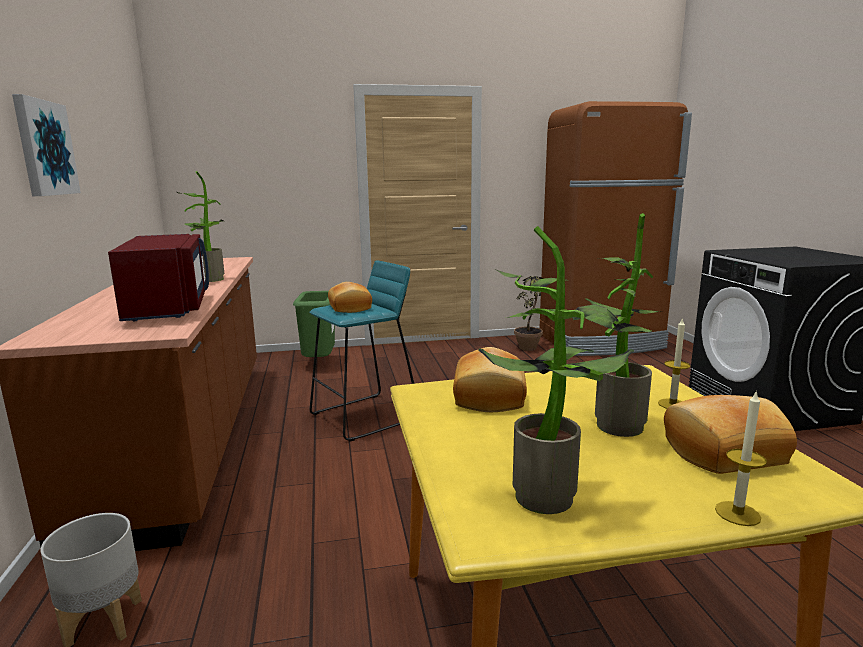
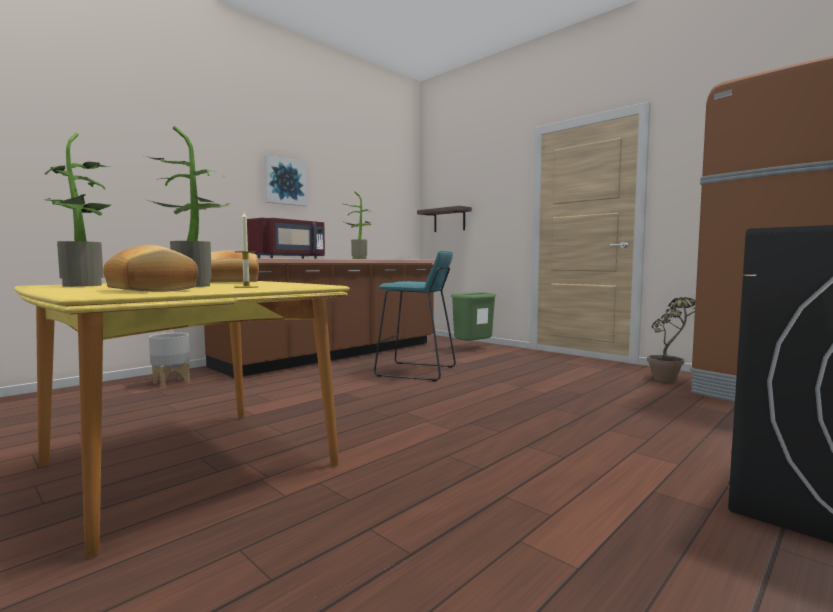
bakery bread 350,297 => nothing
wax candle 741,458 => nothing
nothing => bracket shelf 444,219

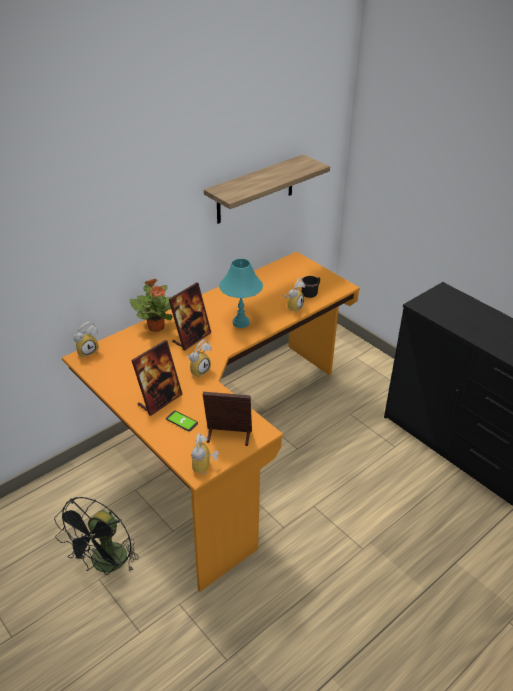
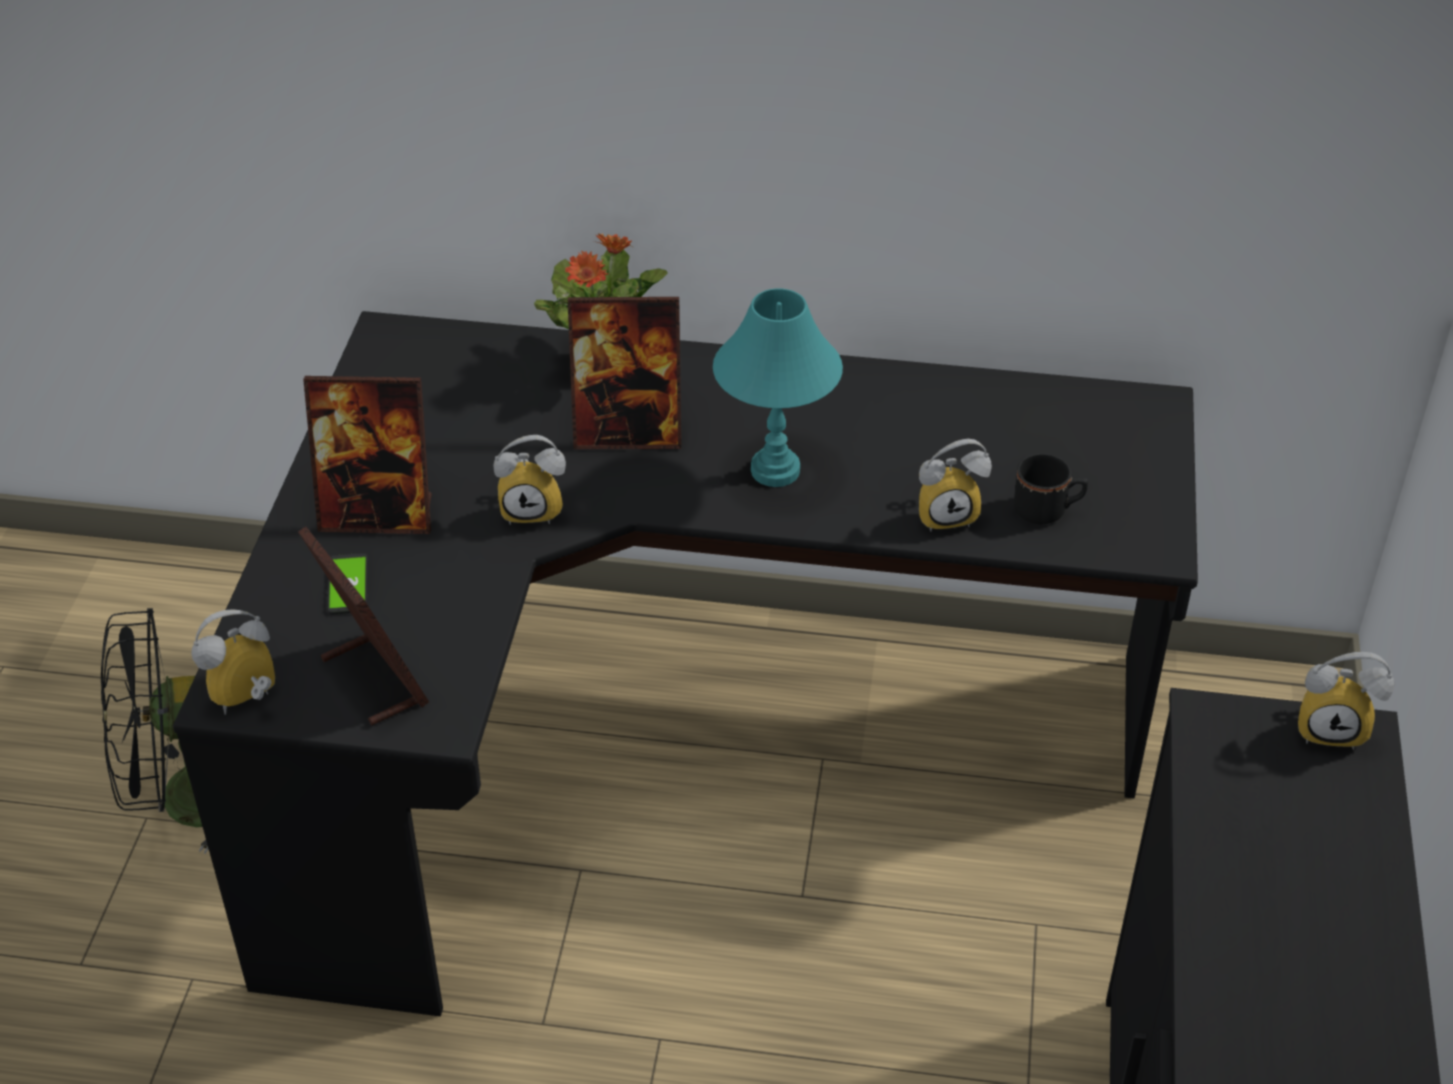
orangey desk unit 211,422 => black-coloured desk unit 685,664
bedside clock 86,340 => bedside clock 1346,701, moved
bracket shelf 267,189 => nothing

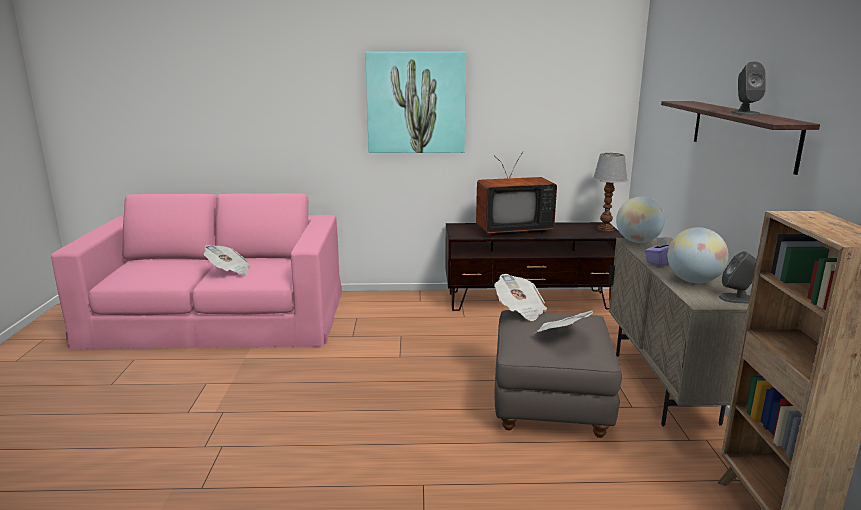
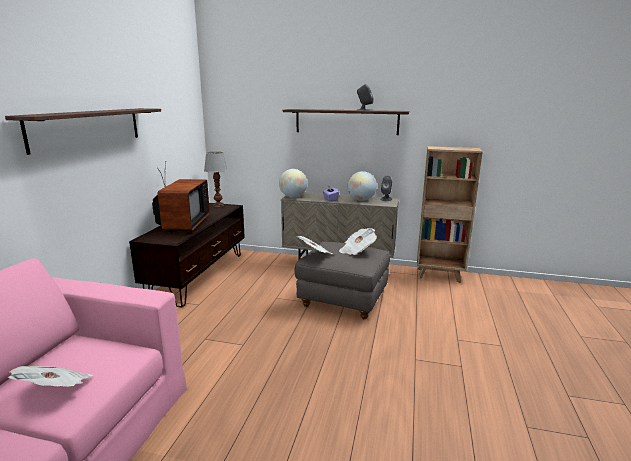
wall picture 415,102 => bracket shelf 83,131

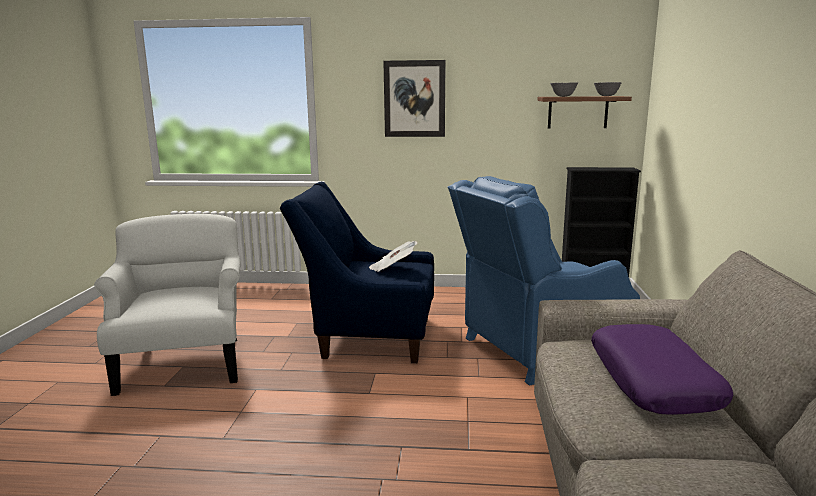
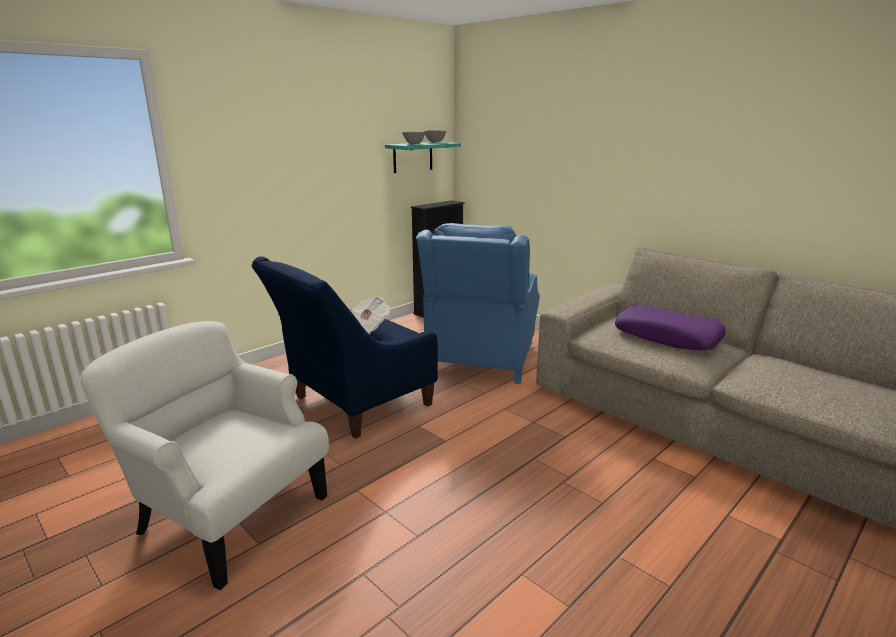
wall picture 414,98 => nothing
brown bracket shelf 584,112 => turquoise bracket shelf 423,157

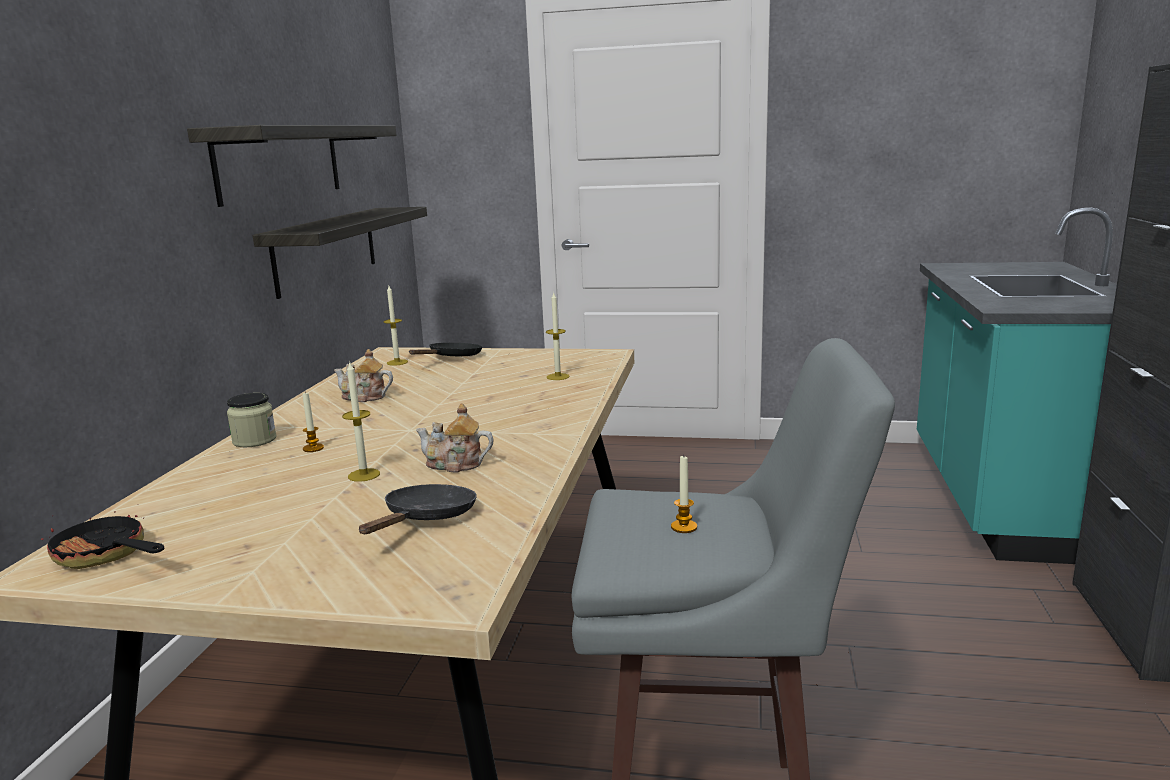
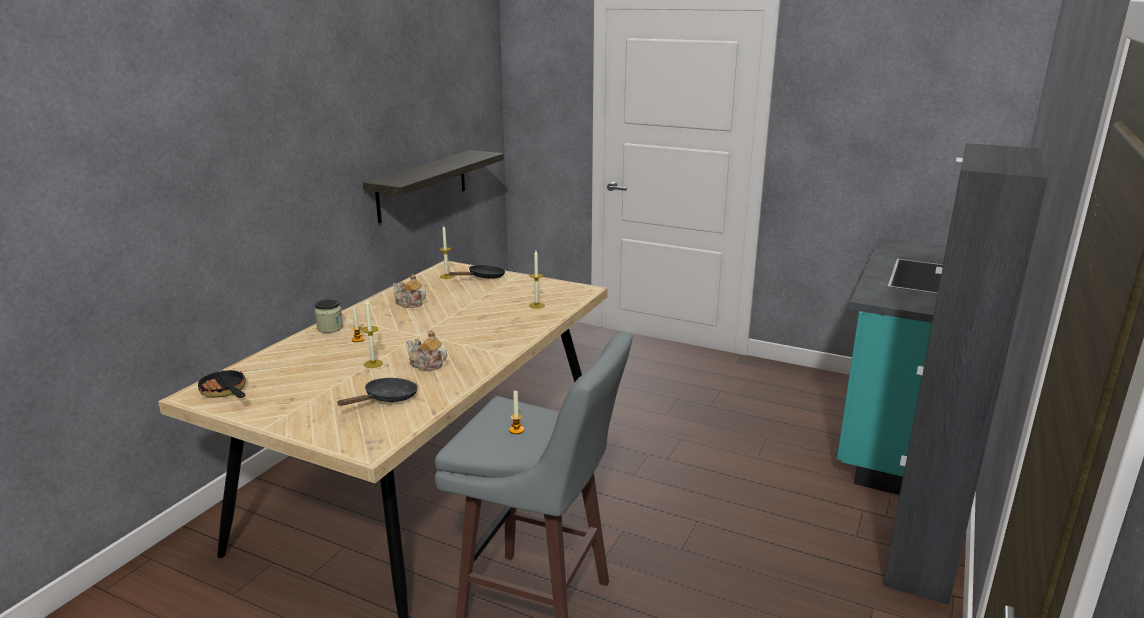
bracket shelf 292,166 => nothing

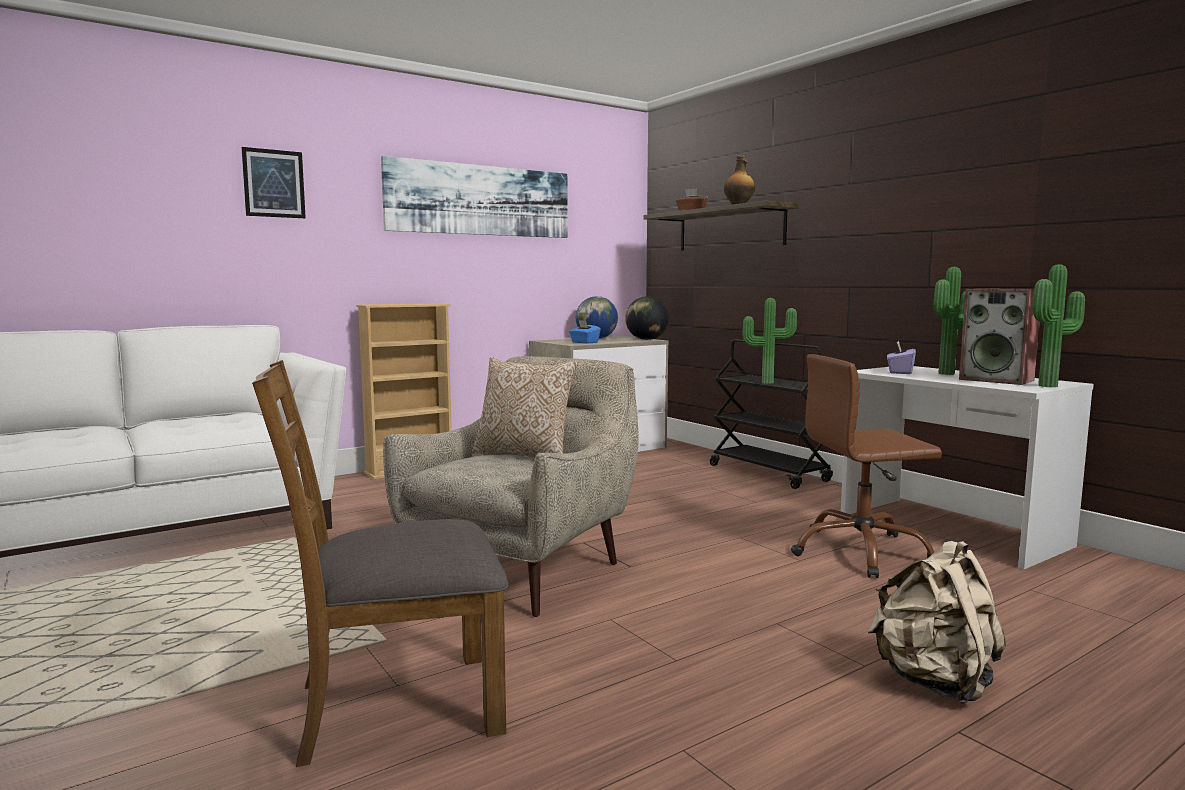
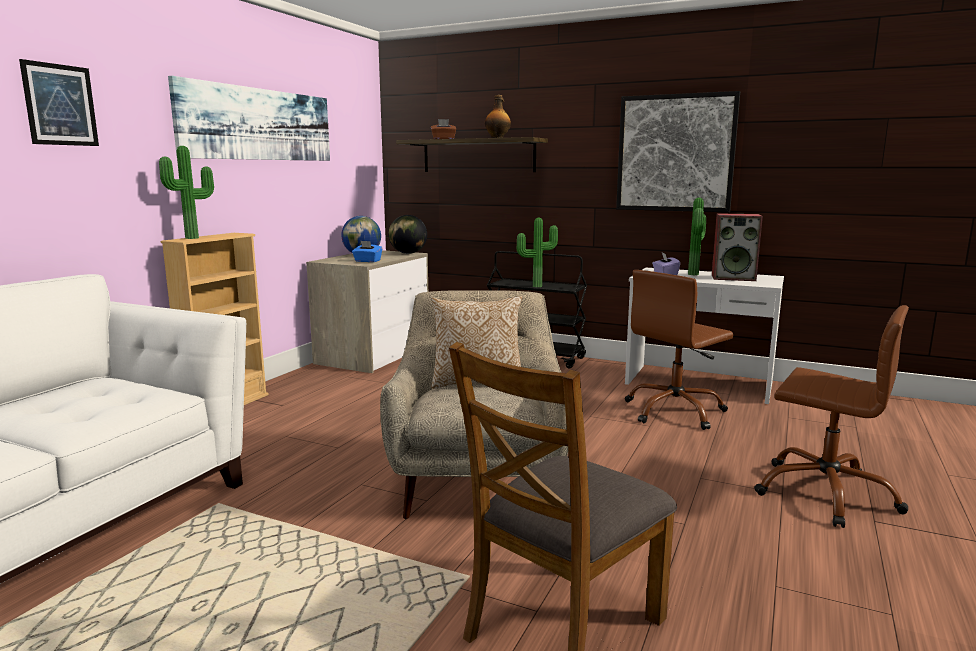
beige-coloured knapsack 937,622 => brown computer chair 831,416
plant in a pot 1058,325 => plant in a pot 186,192, moved
nothing => wall picture 678,151

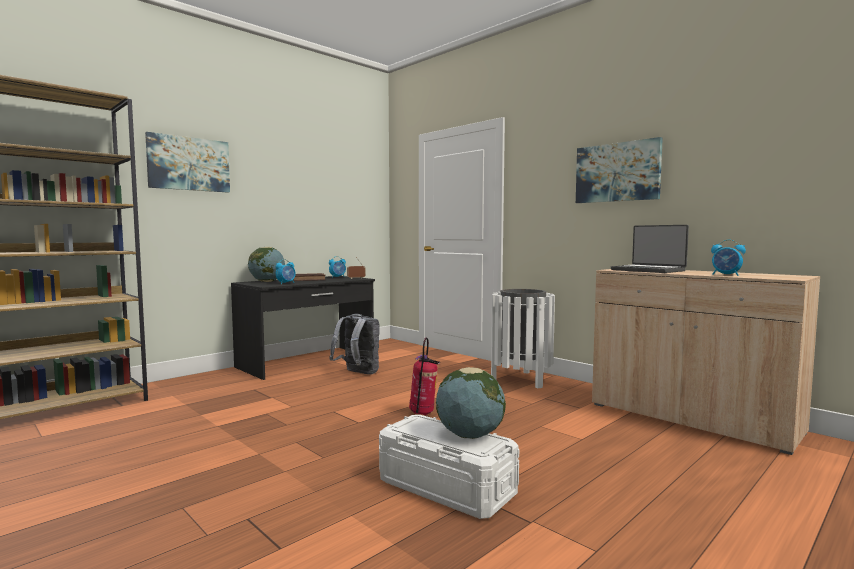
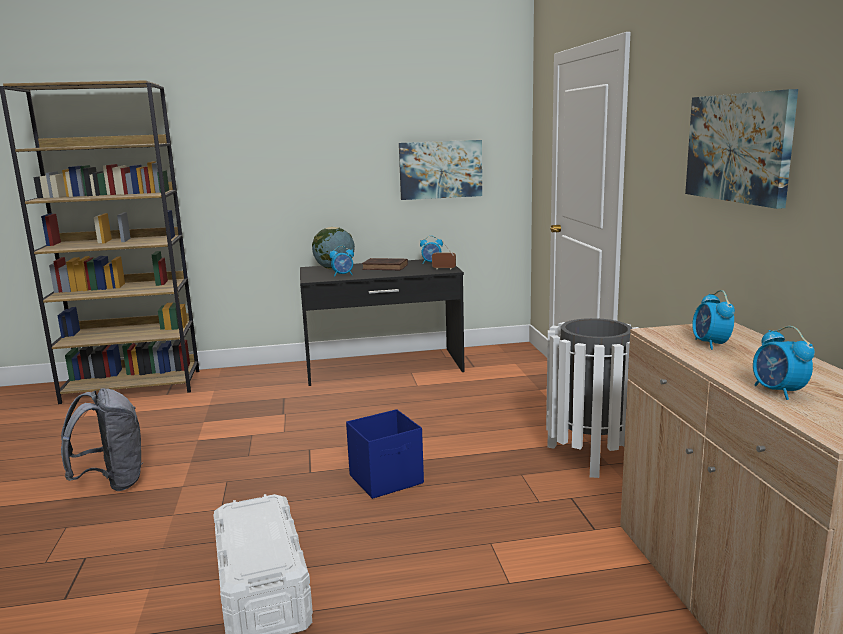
wall picture 187,162 => wall picture 440,170, moved
grey knapsack 354,344 => grey knapsack 102,439, moved
fire extinguisher 424,376 => blue storage box 385,454
world globe 471,403 => nothing
portable computer 650,249 => bedside clock 713,320

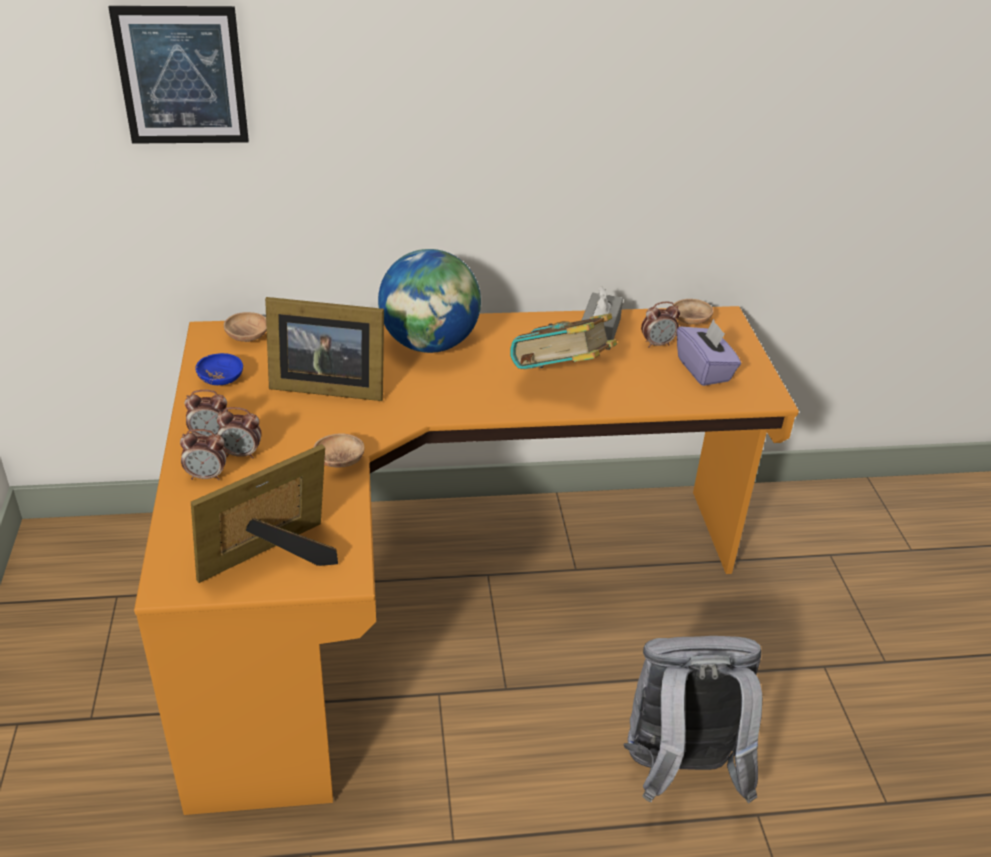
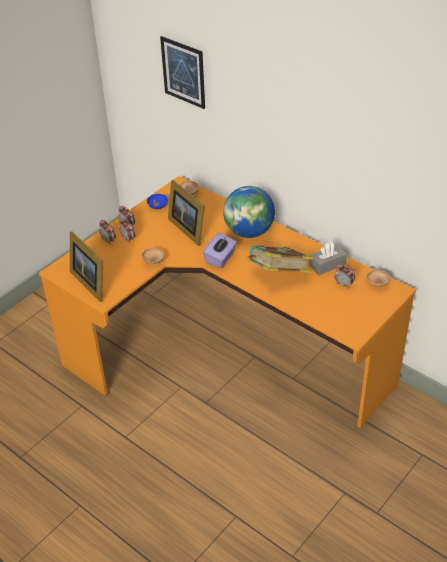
standing frame 264,513 => standing frame 86,266, 135 degrees counterclockwise
grey knapsack 692,720 => nothing
purple box of tissues 709,352 => purple box of tissues 220,250, moved

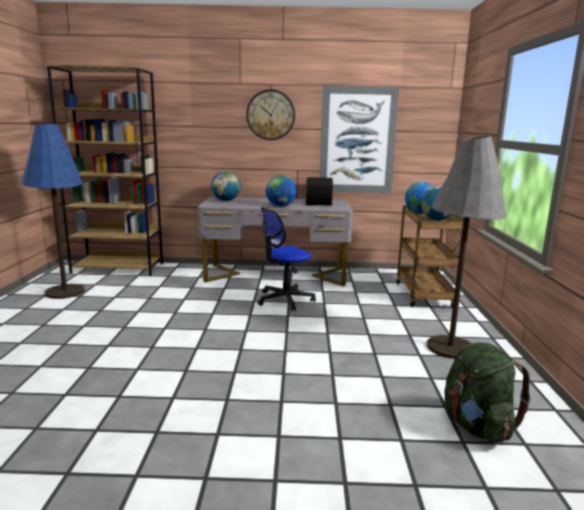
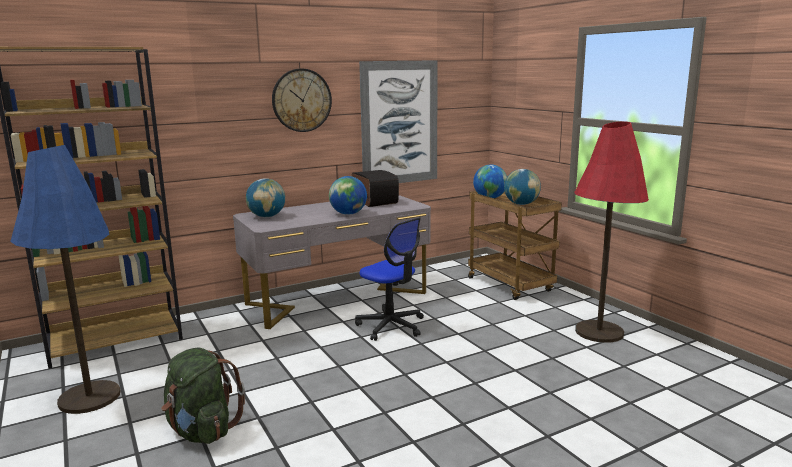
computer chair 286,259 => computer chair 389,279, 75 degrees counterclockwise
grey standard lamp 466,247 => red standard lamp 611,232
green-coloured knapsack 488,392 => green-coloured knapsack 203,396, moved

